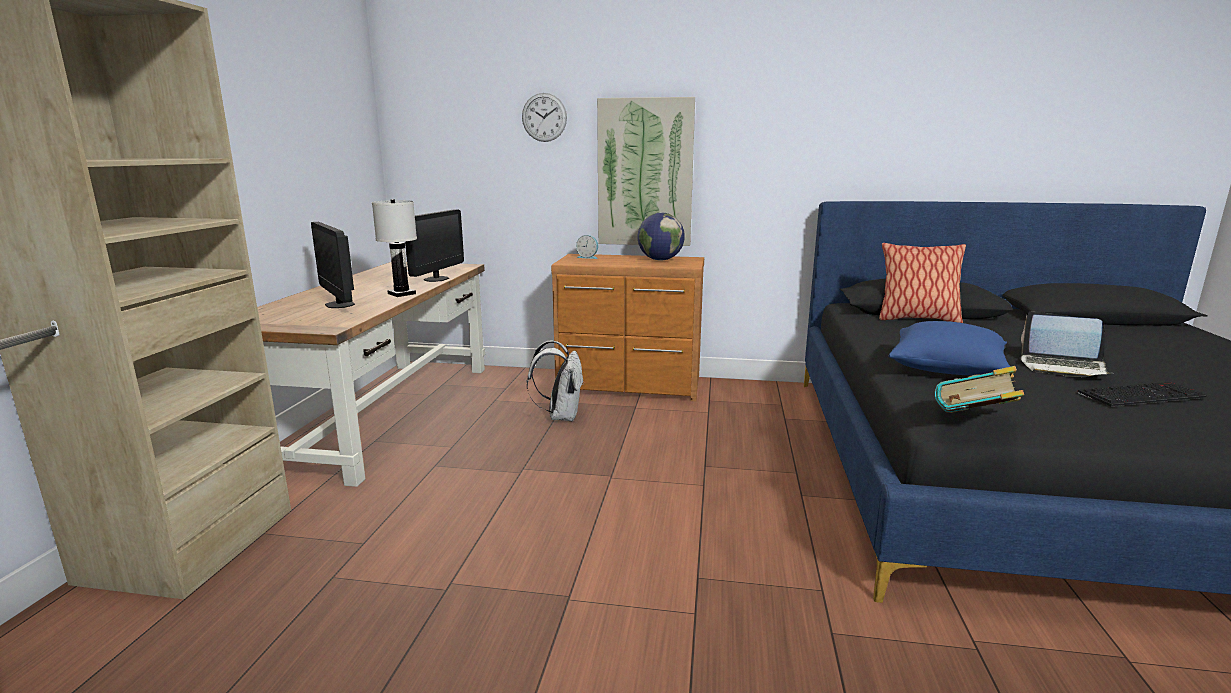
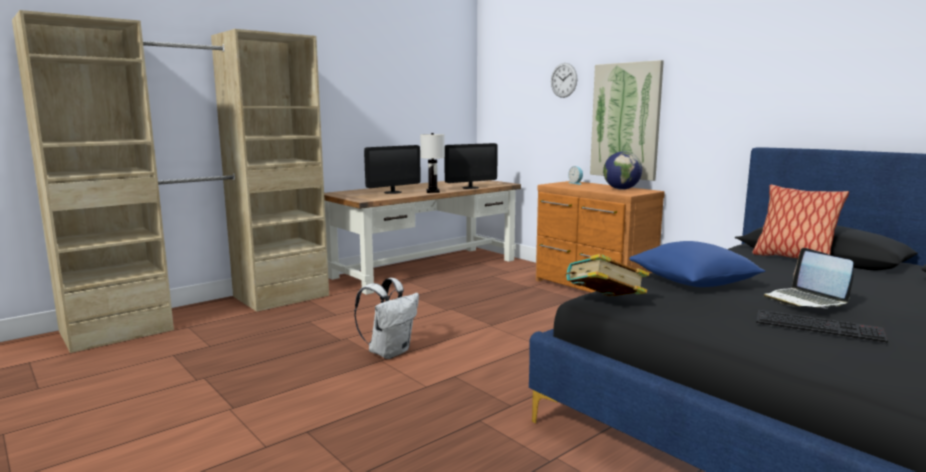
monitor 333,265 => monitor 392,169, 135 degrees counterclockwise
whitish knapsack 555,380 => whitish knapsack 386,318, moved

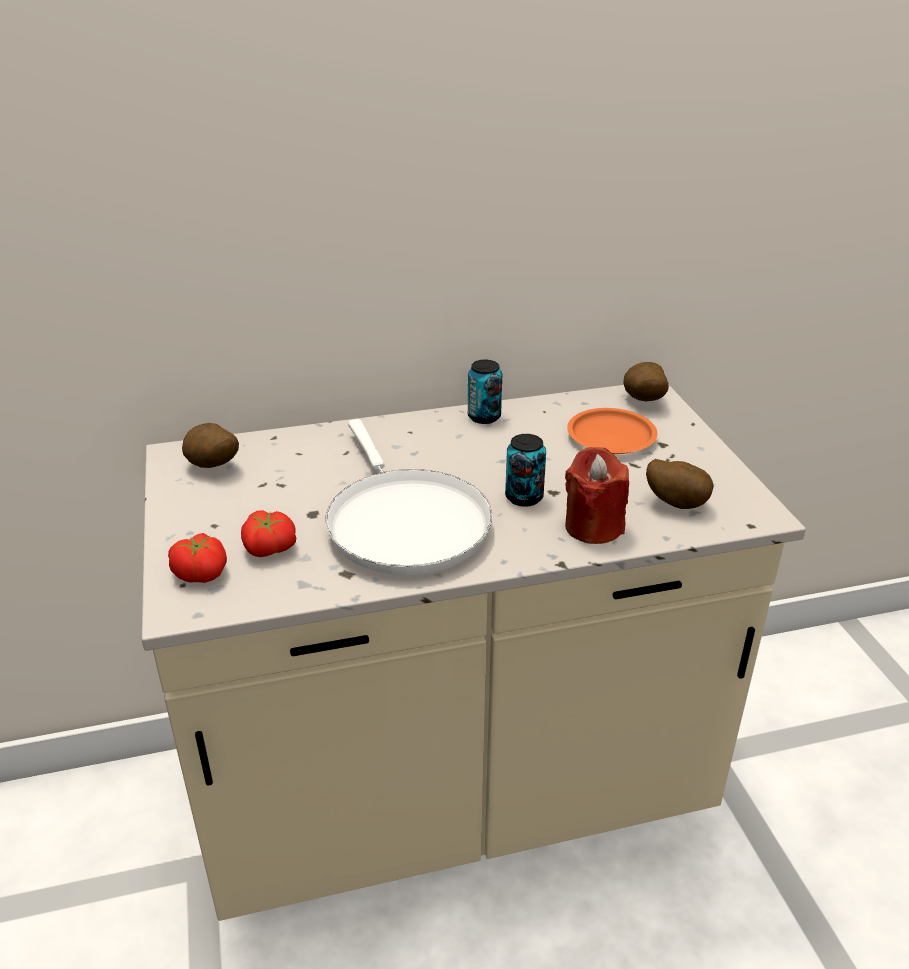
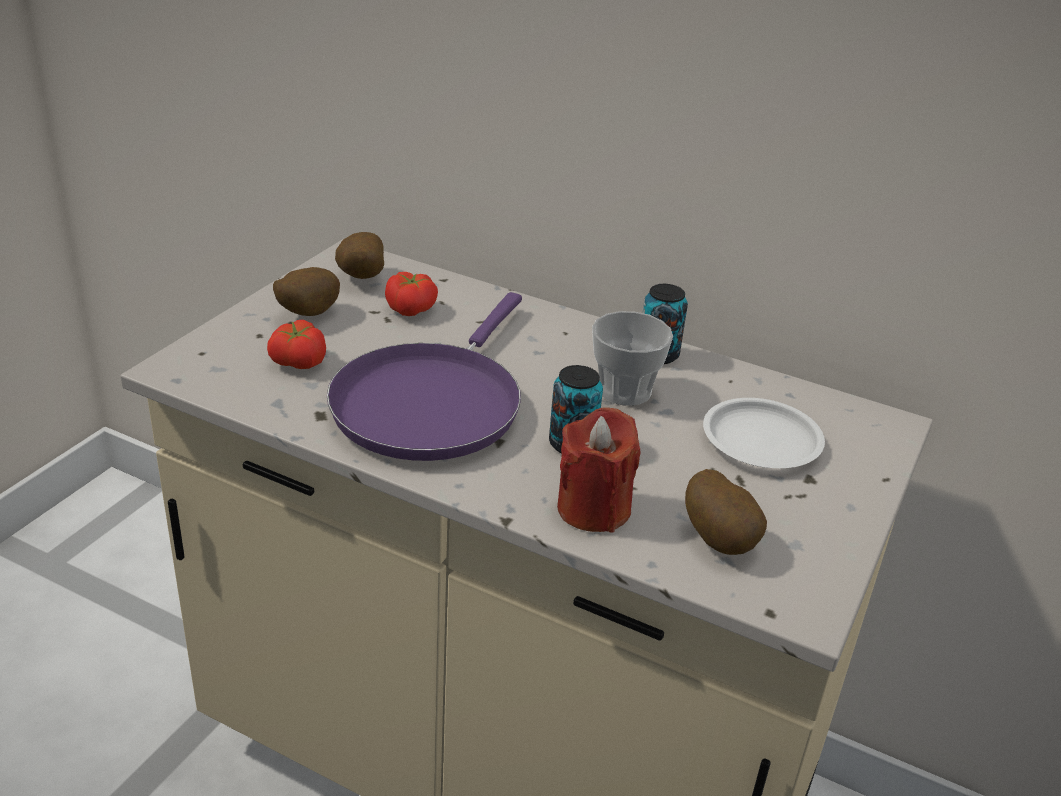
fresh tomato 197,558 => fresh tomato 411,294, moved
whitish pan 409,497 => purple pan 424,376
orangey flat dish 612,431 => whitish flat dish 764,433
whole potato 646,381 => whole potato 306,291, moved
nothing => small cup 632,358

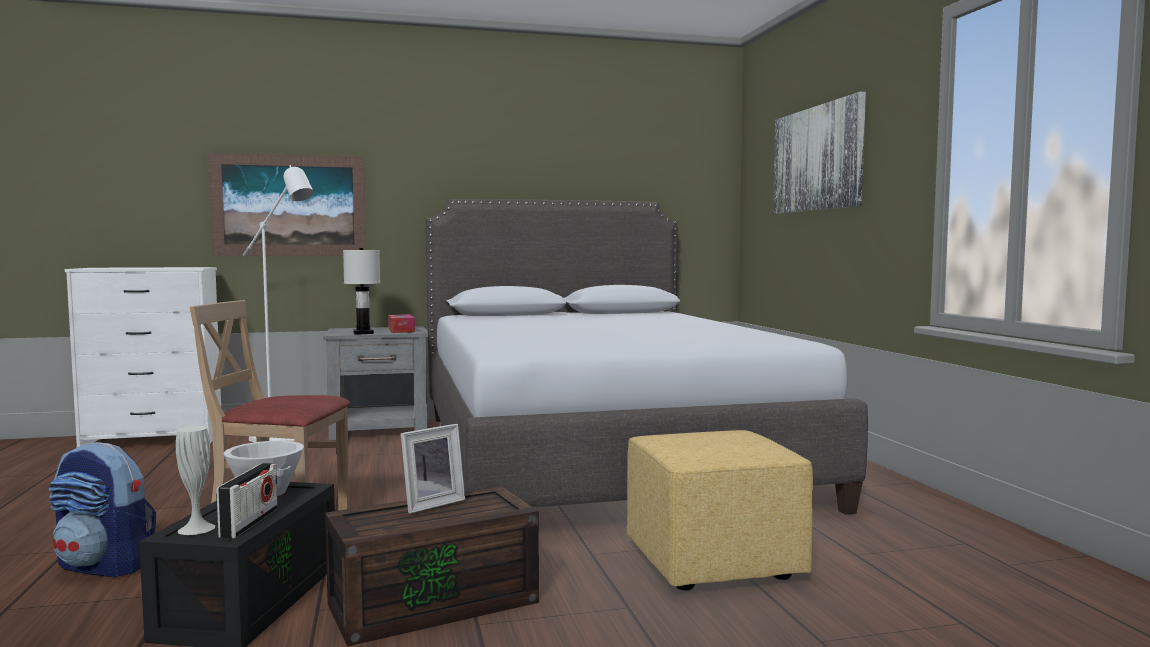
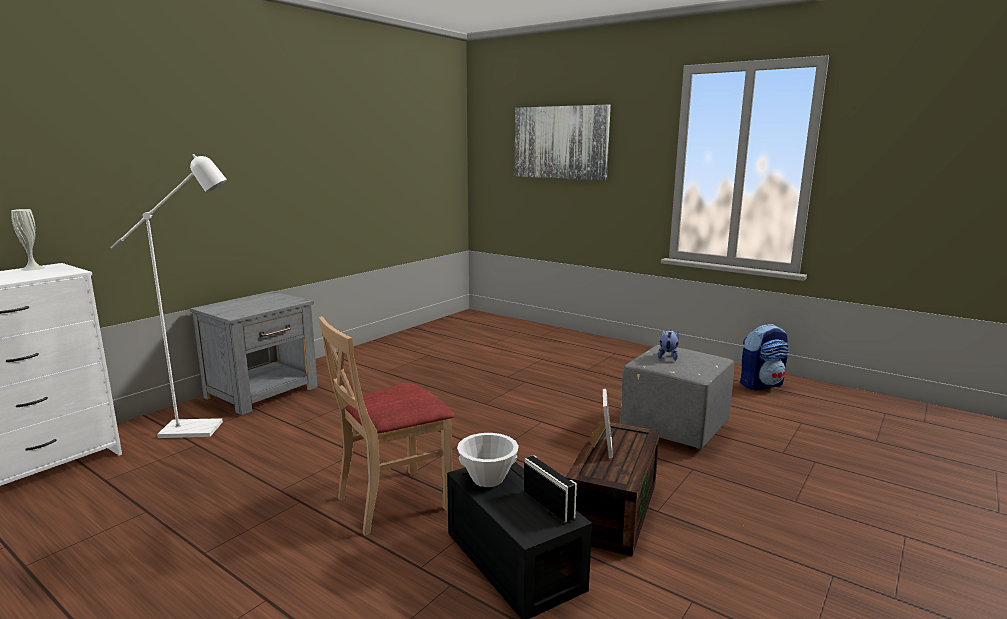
knapsack 102,510 => knapsack 764,357, moved
whitish flower vase 195,480 => whitish flower vase 28,240, moved
wall picture 287,204 => nothing
whitish tabletop lamp 361,291 => nothing
box of tissues 401,323 => nothing
grey sleeping bed 646,357 => nothing
yellowish footrest 720,510 => grey footrest 677,397
nothing => soft toy 668,345

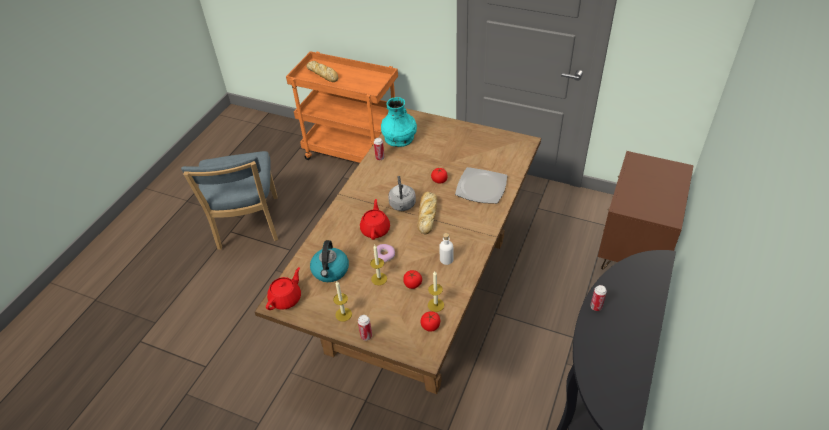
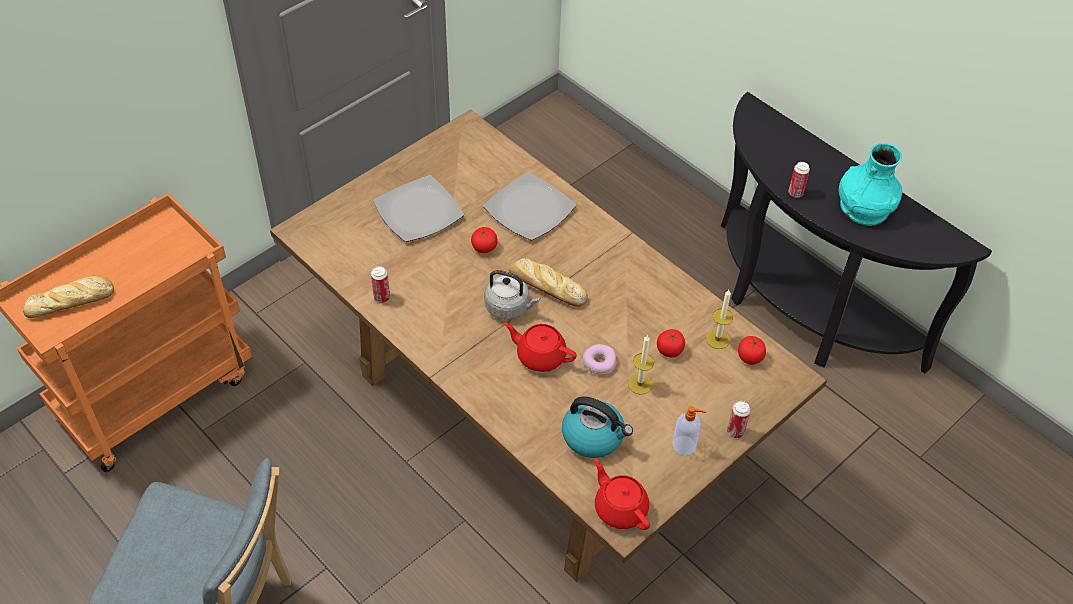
wax candle 342,301 => soap bottle 689,431
turquoise flower vase 399,122 => turquoise flower vase 870,184, moved
whitish bottle 446,249 => nothing
brown bedside table 646,210 => nothing
nothing => flat dish 418,208

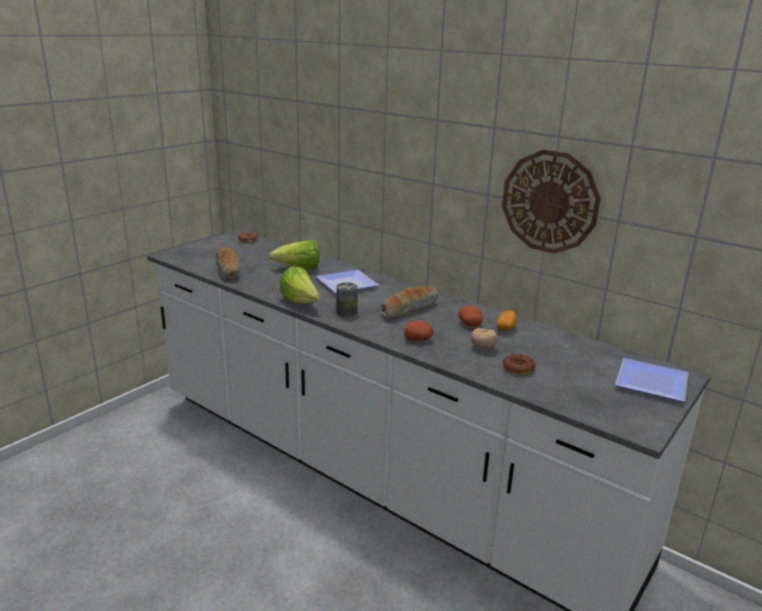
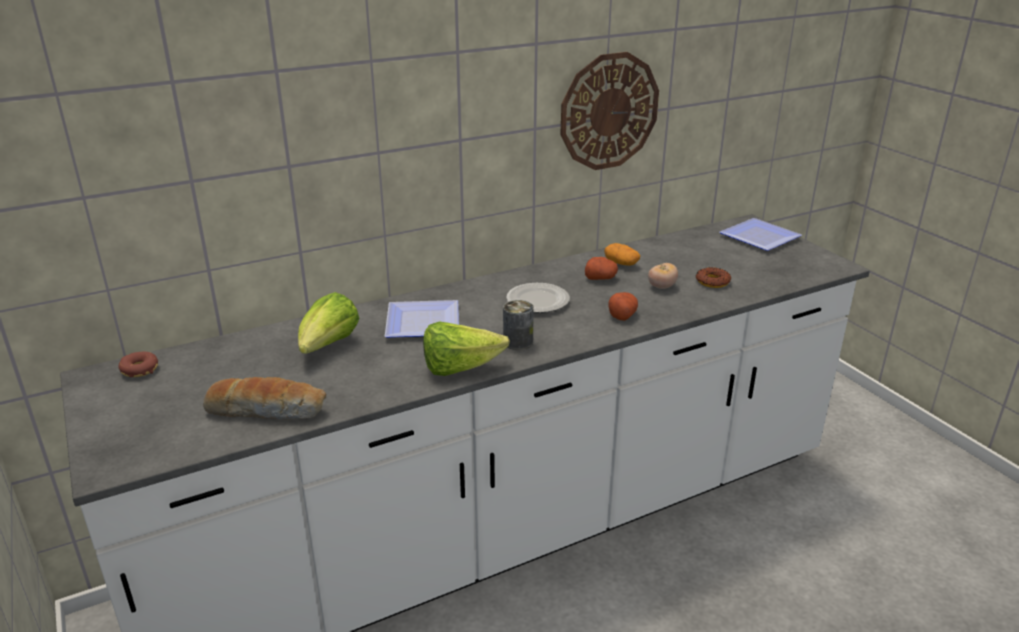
bakery bread 409,303 => flat dish 538,298

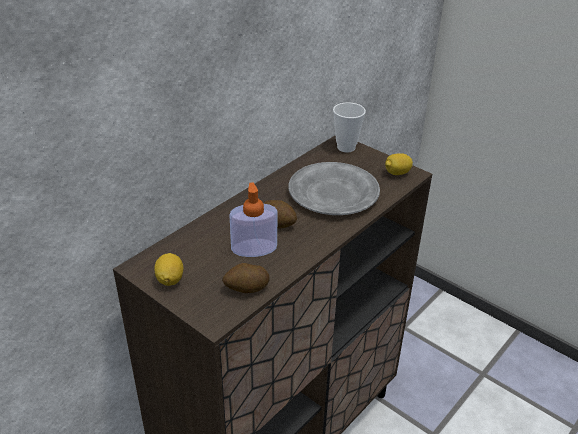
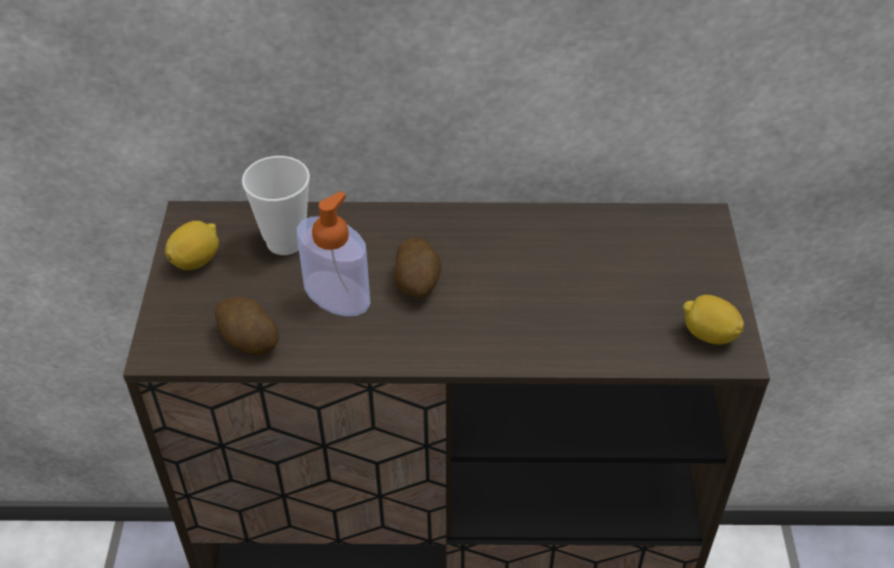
grey flat dish 334,188 => nothing
small cup 349,127 => small cup 276,205, moved

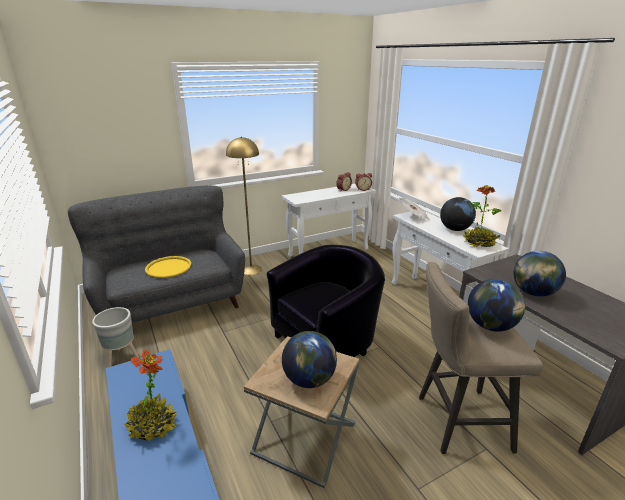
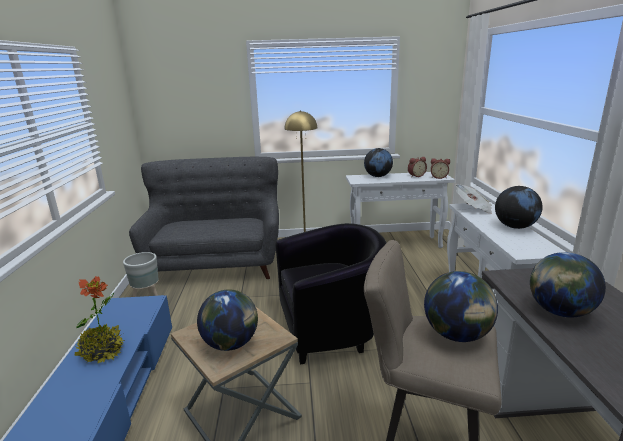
yellowish tray 168,267 => nothing
plant in a pot 482,216 => nothing
nothing => world globe 378,162

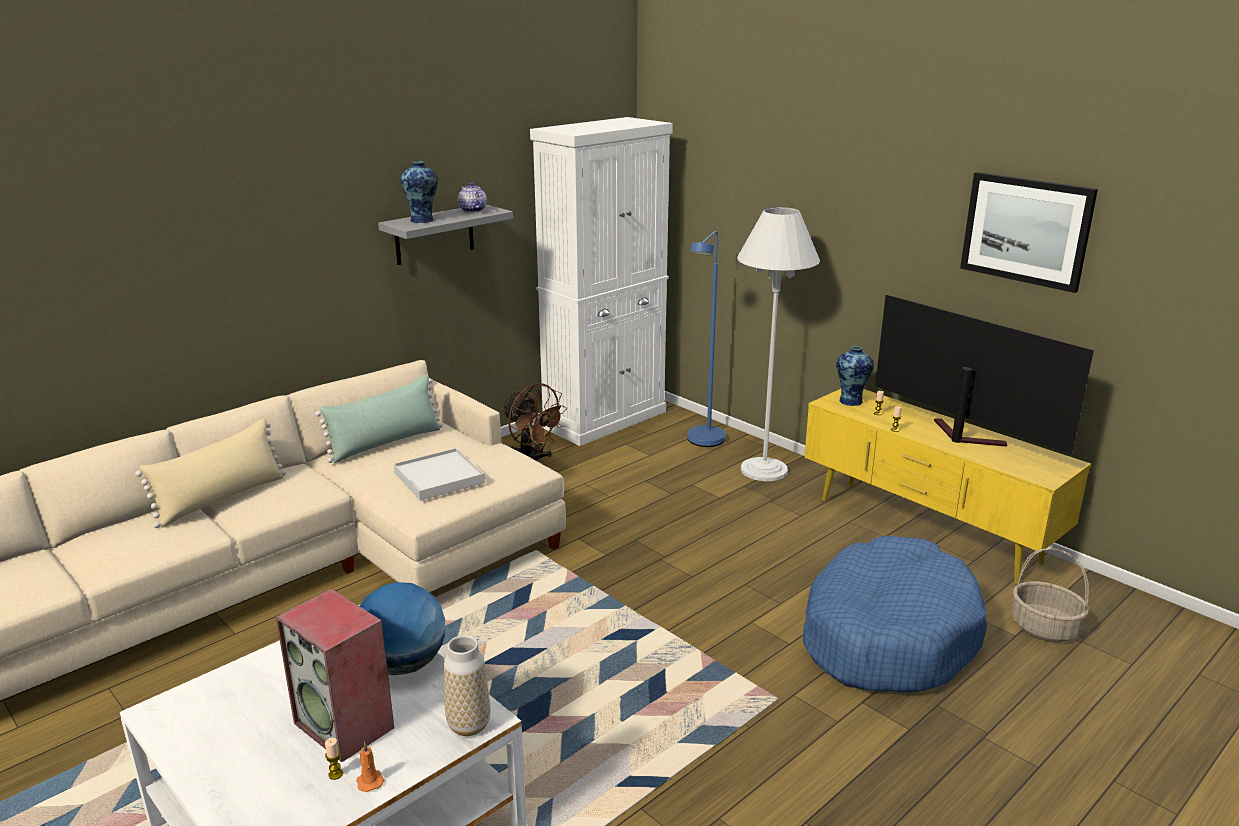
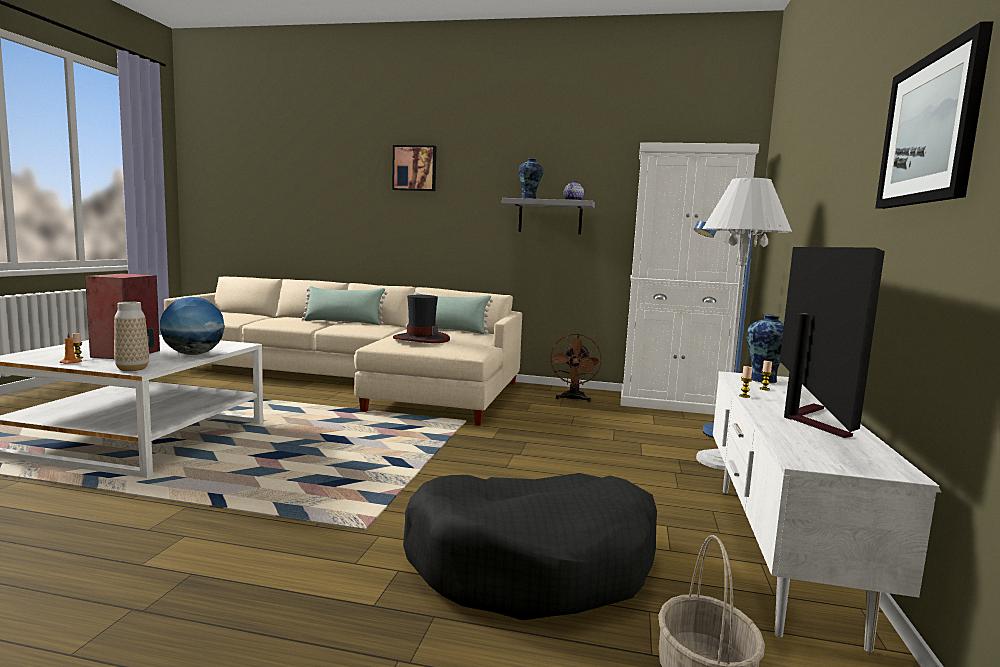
beige-coloured throw pillow 210,473 => green-coloured throw pillow 345,305
whitish tray 439,474 => clothing hat 421,319
blue dog cushion 895,614 => black-coloured dog cushion 530,546
yellowish tv unit 948,487 => whitish tv unit 827,512
nothing => wall picture 414,168

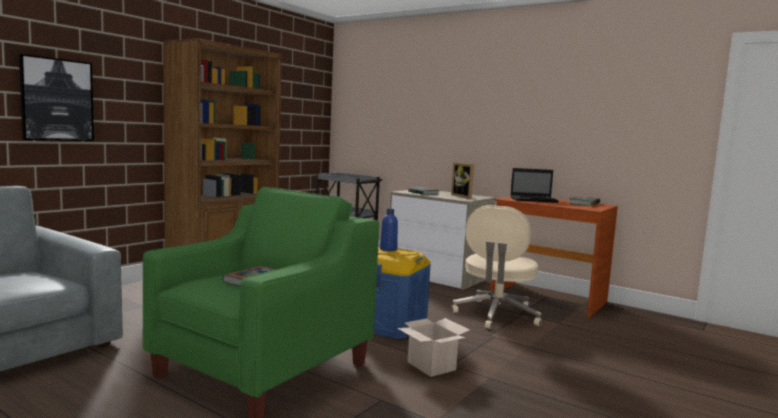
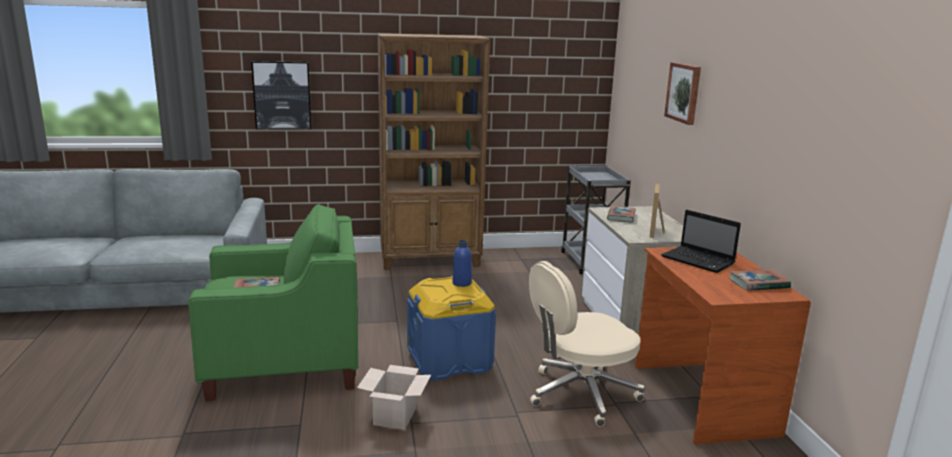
nothing => wall picture 682,93

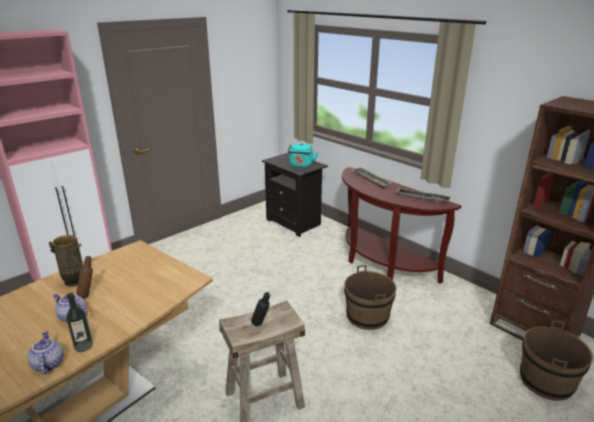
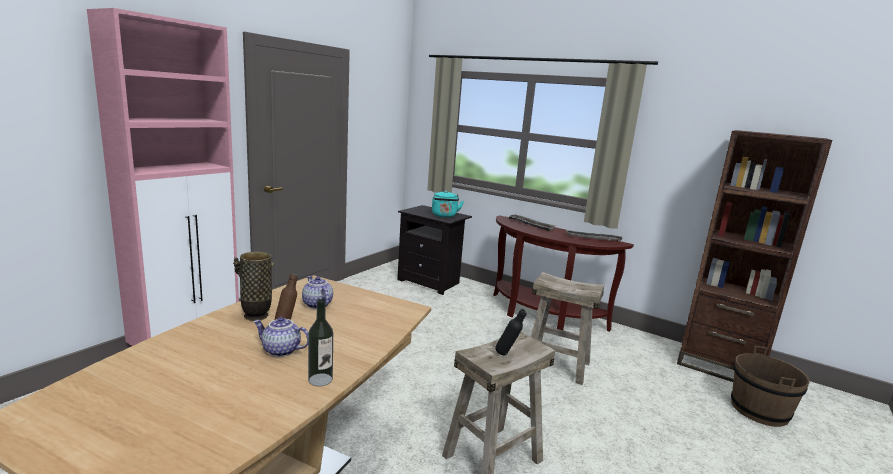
teapot 46,353 => teapot 317,292, moved
brown bucket 370,297 => beige-coloured stool 567,328

